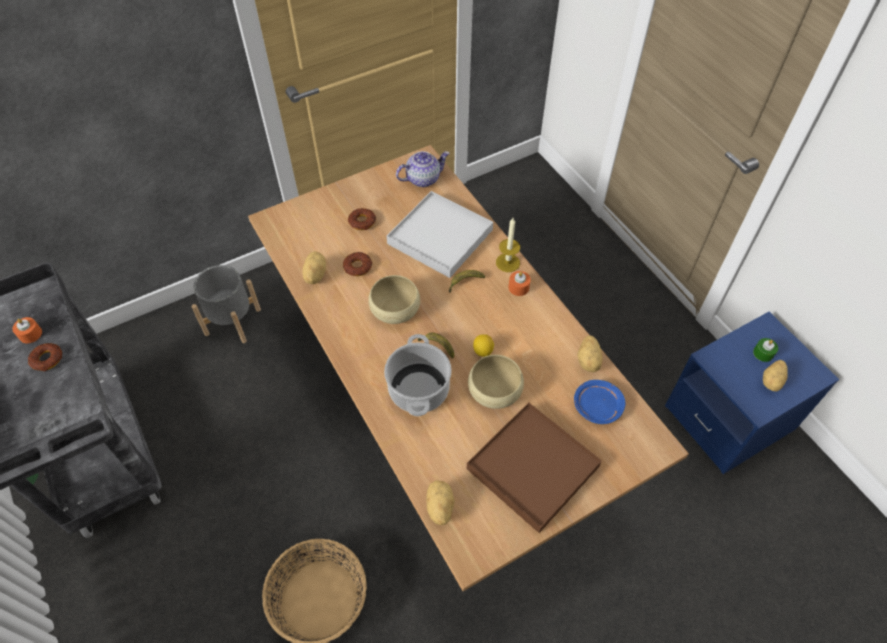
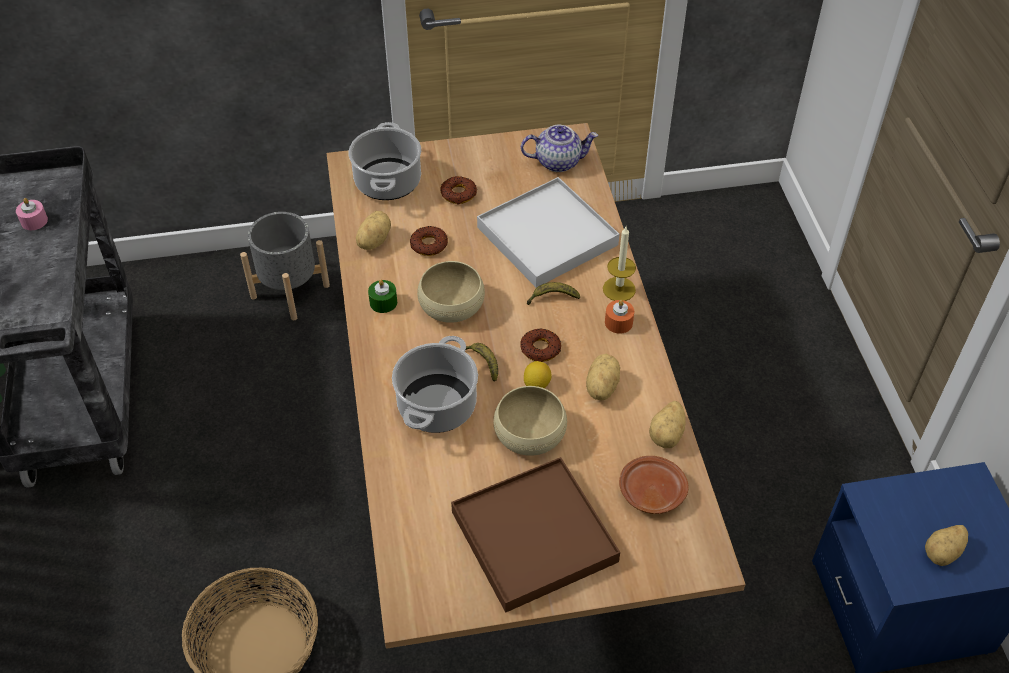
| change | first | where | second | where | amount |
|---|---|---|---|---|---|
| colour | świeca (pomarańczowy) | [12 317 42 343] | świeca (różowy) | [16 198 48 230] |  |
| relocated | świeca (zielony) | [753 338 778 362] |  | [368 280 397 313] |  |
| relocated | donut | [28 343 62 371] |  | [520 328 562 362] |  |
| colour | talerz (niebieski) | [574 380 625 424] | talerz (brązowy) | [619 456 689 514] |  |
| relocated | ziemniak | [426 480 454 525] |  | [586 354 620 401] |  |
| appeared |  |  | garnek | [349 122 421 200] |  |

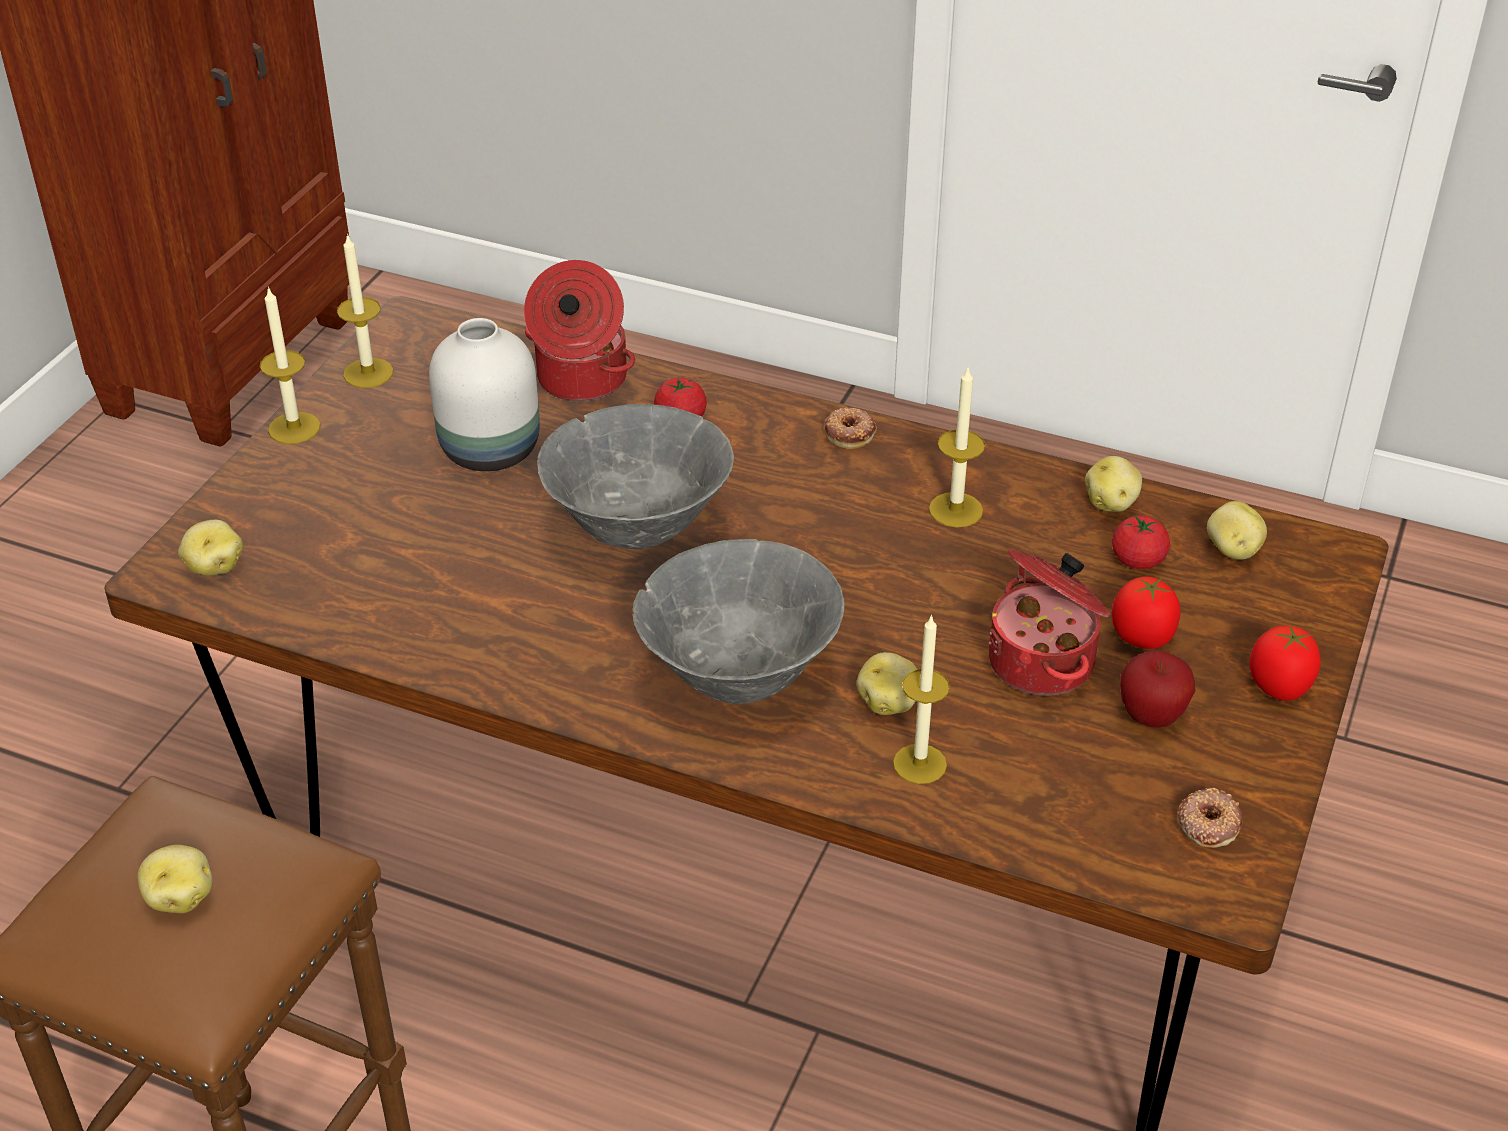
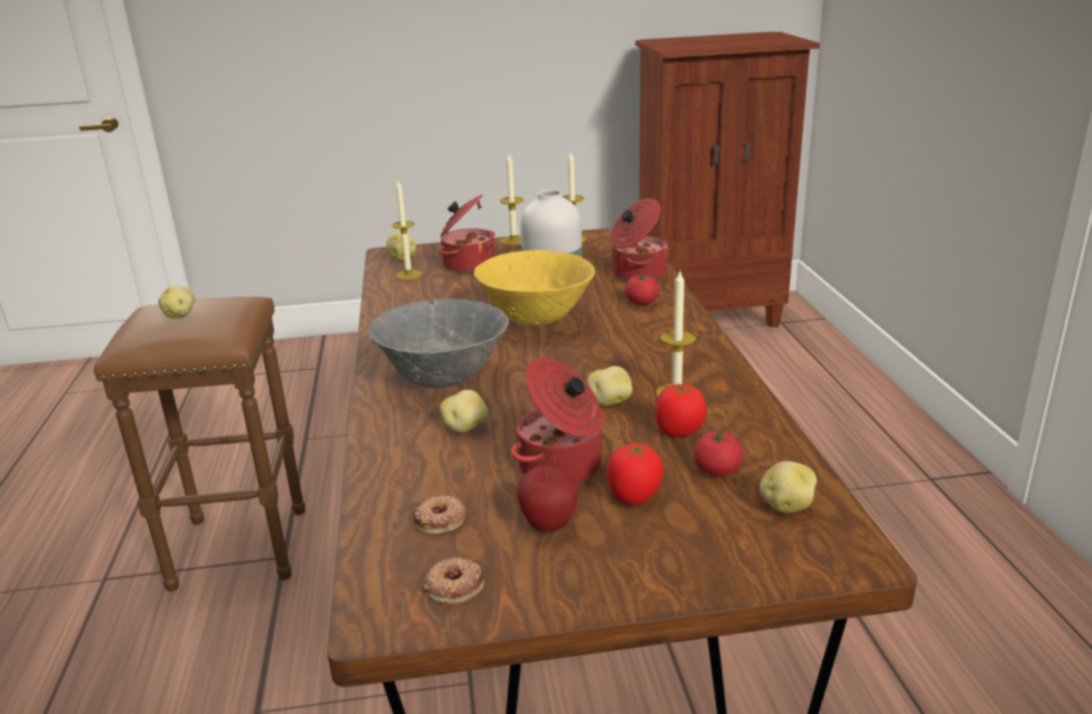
| change | first | where | second | where | amount |
|---|---|---|---|---|---|
| colour | miska (szary) | [537 404 734 549] | miska (żółty) | [474 250 595 326] |  |
| relocated | donut | [824 407 877 449] |  | [413 495 466 534] |  |
| relocated | ziemniak | [1085 456 1142 512] |  | [587 366 633 406] |  |
| relocated | świeca | [893 614 950 784] |  | [392 181 422 280] |  |
| relocated | pomidor | [1249 626 1321 701] |  | [655 384 707 437] |  |
| appeared |  |  | garnek | [438 194 495 273] |  |

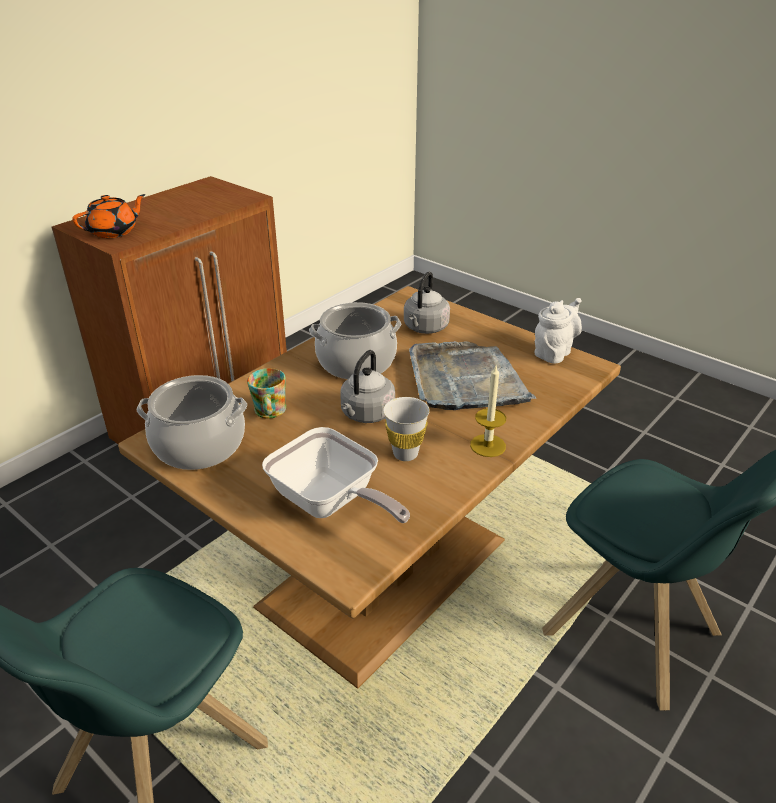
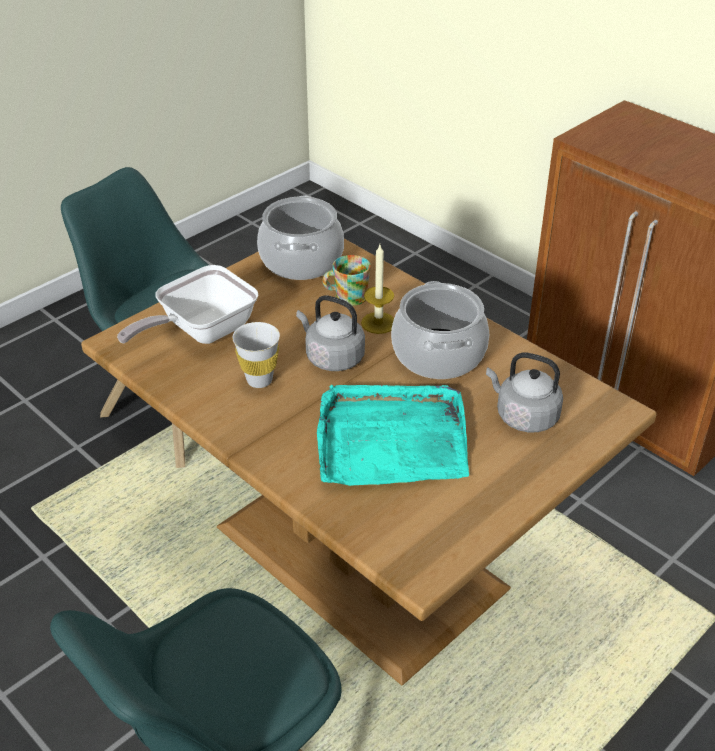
| change | first | where | second | where | amount |
|---|---|---|---|---|---|
| missing | imbryk (pomarańczowy) | [72 194 146 238] |  |  |  |
| missing | imbryk (biały) | [535 298 582 364] |  |  |  |
| colour | taca (szary) | [409 341 537 410] | taca (turkusowy) | [317 385 469 486] |  |
| relocated | świeca | [470 366 506 457] |  | [361 245 394 334] |  |

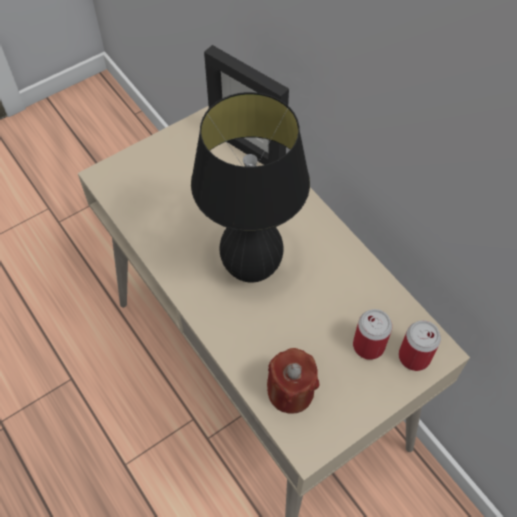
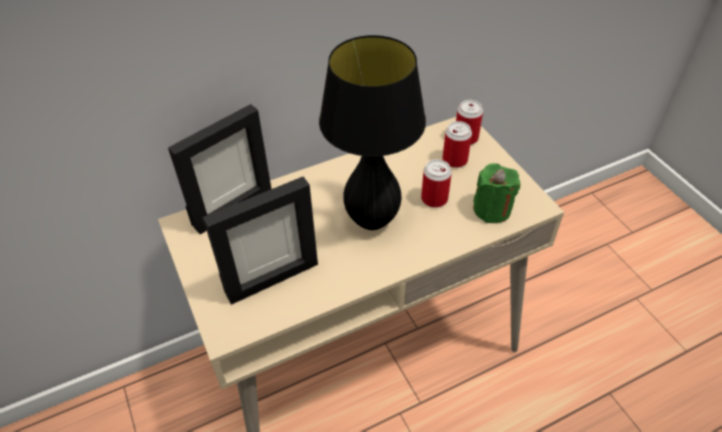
| change | first | where | second | where | amount |
|---|---|---|---|---|---|
| colour | świeca (czerwony) | [267 348 320 414] | świeca (zielony) | [473 163 520 223] |  |
| appeared |  |  | puszka | [421 159 452 208] |  |
| appeared |  |  | ramka na zdjęcie | [203 177 318 305] |  |

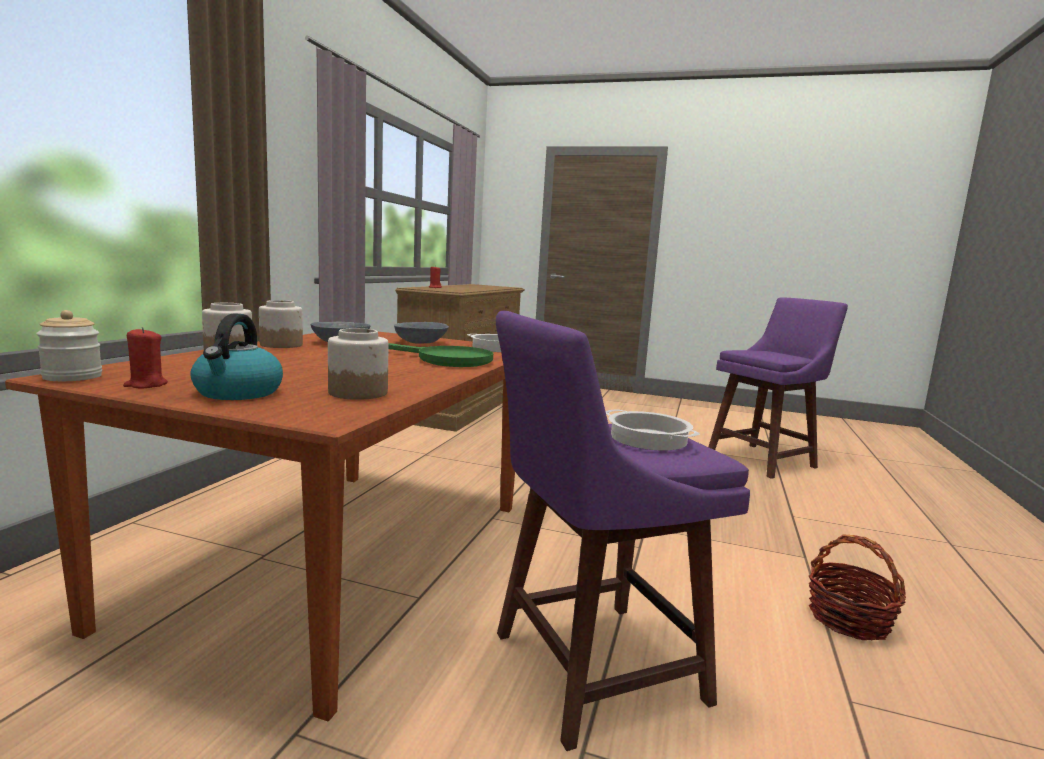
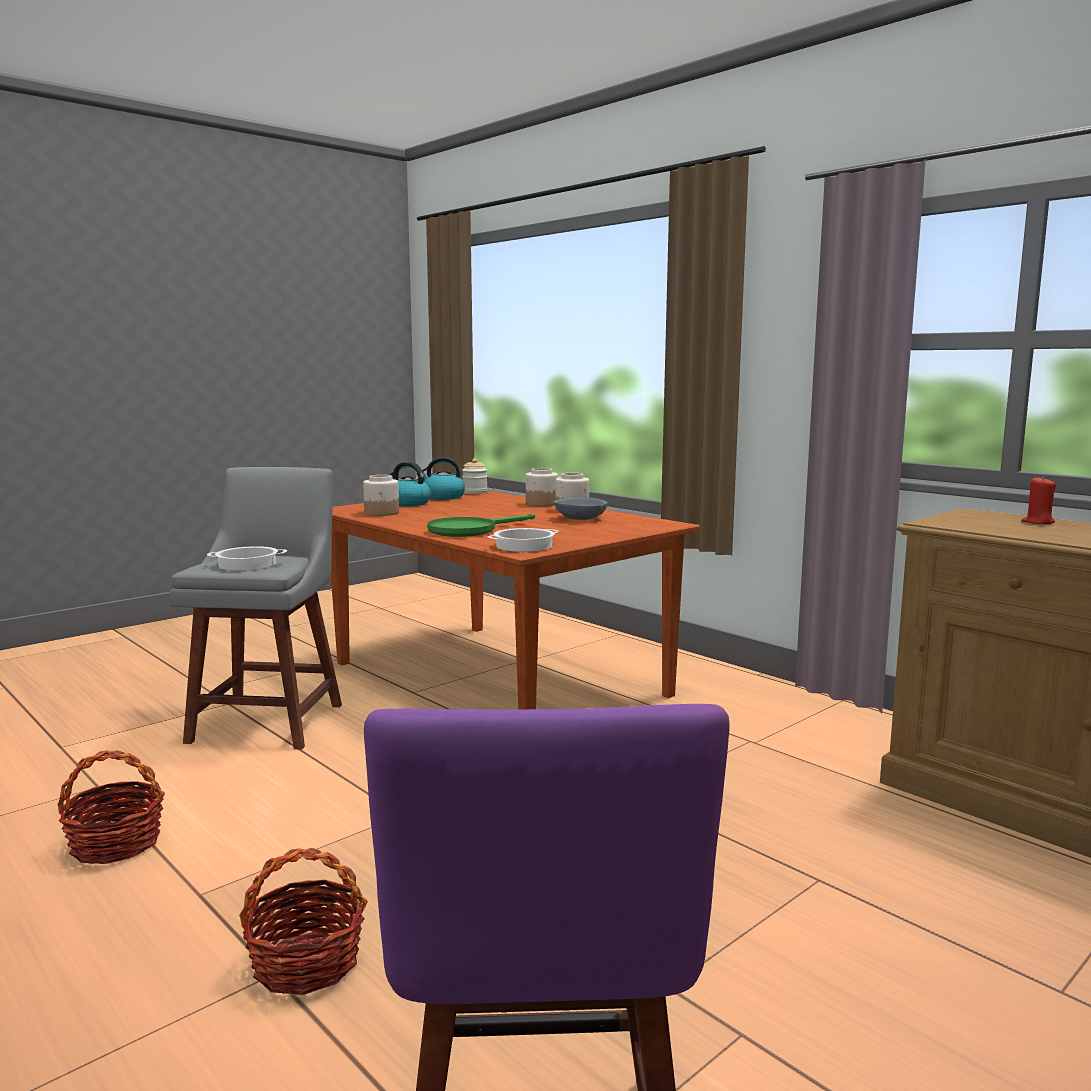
| change | first | where | second | where | amount |
|---|---|---|---|---|---|
| colour | stołek (fioletowy) | [496 311 750 751] | stołek (szary) | [169 467 342 750] |  |
| missing | miska (szary) | [394 322 449 344] |  |  |  |
| exchanged | świeca (czerwony) | [123 327 168 388] | czajnik | [417 457 465 500] |  |
| appeared |  |  | koszyk | [239 848 368 995] |  |

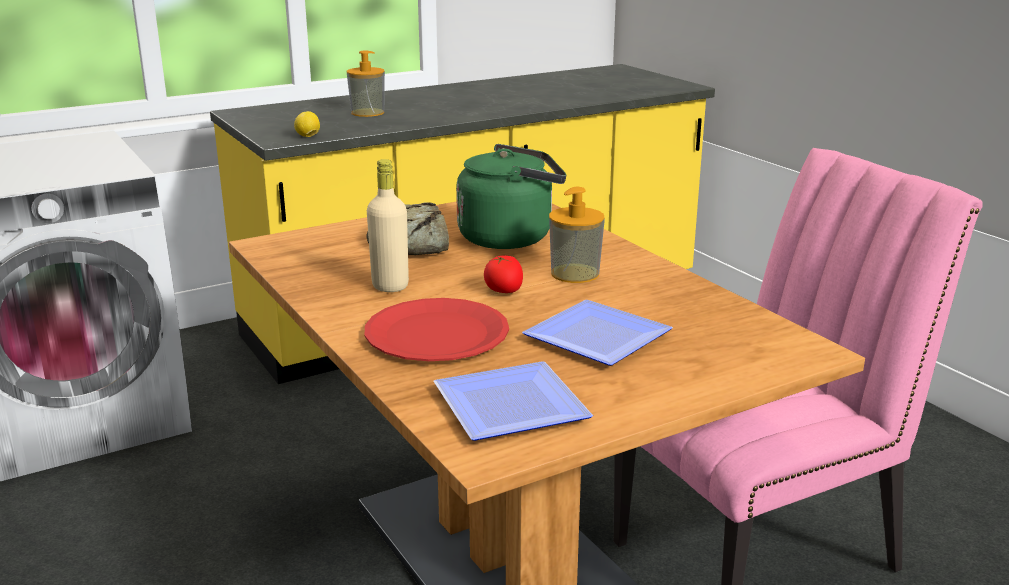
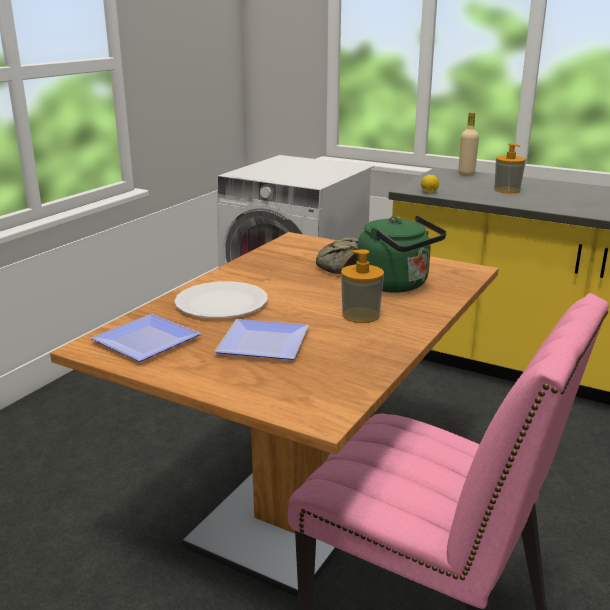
| change | first | where | second | where | amount |
|---|---|---|---|---|---|
| relocated | butelka (beżowy) | [367 159 409 292] |  | [458 112 479 175] |  |
| missing | pomidor | [484 255 523 293] |  |  |  |
| colour | talerz (czerwony) | [365 298 509 361] | talerz (biały) | [174 281 268 318] |  |

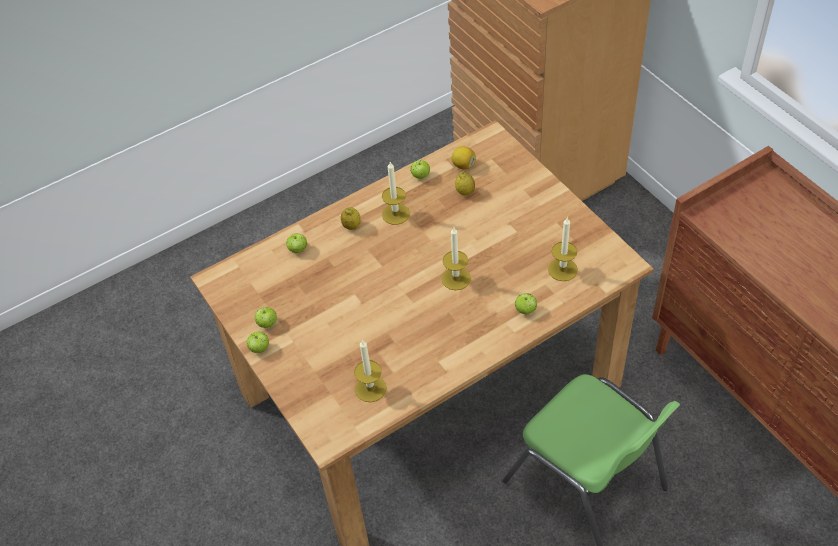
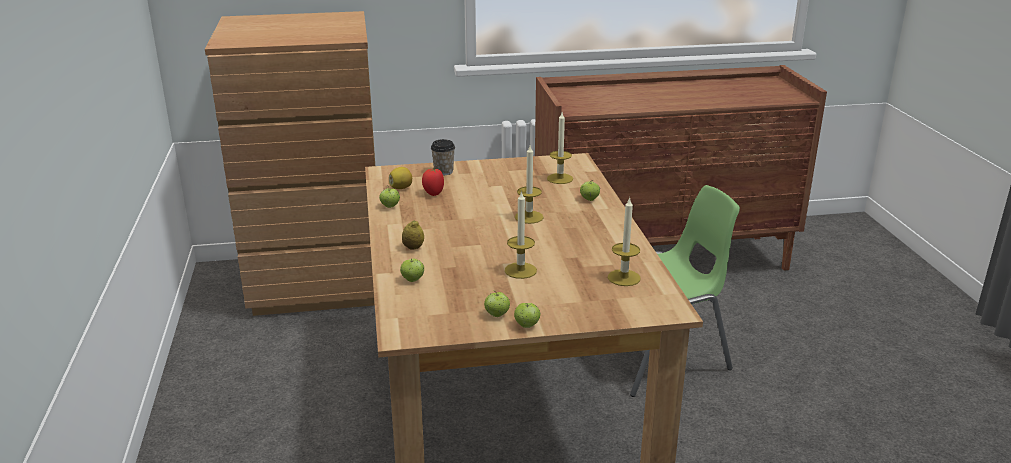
| change | first | where | second | where | amount |
|---|---|---|---|---|---|
| relocated | świeca | [382 162 410 225] |  | [505 190 537 279] |  |
| exchanged | cytryna | [455 171 475 195] | pomidor | [422 168 444 196] |  |
| appeared |  |  | filiżanka | [431 139 455 175] |  |

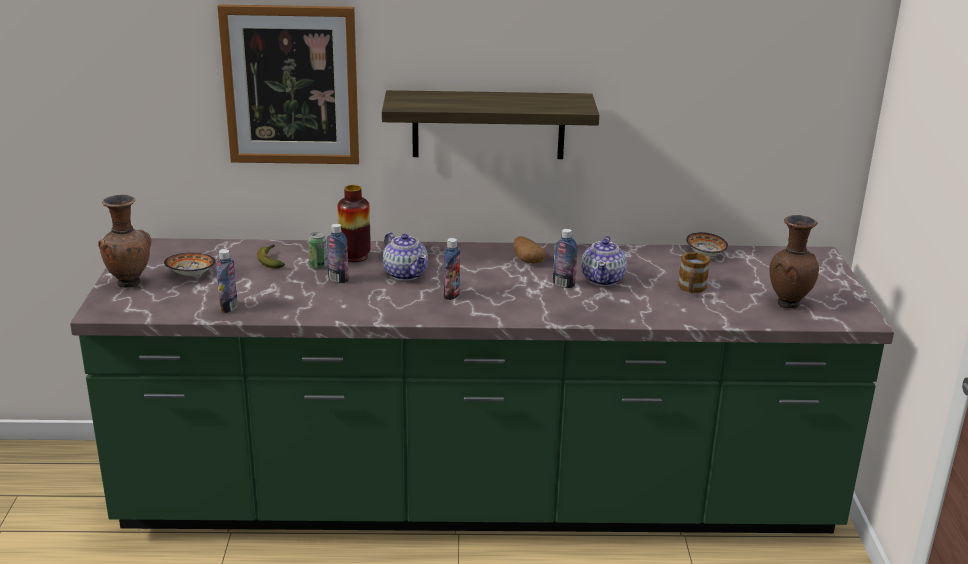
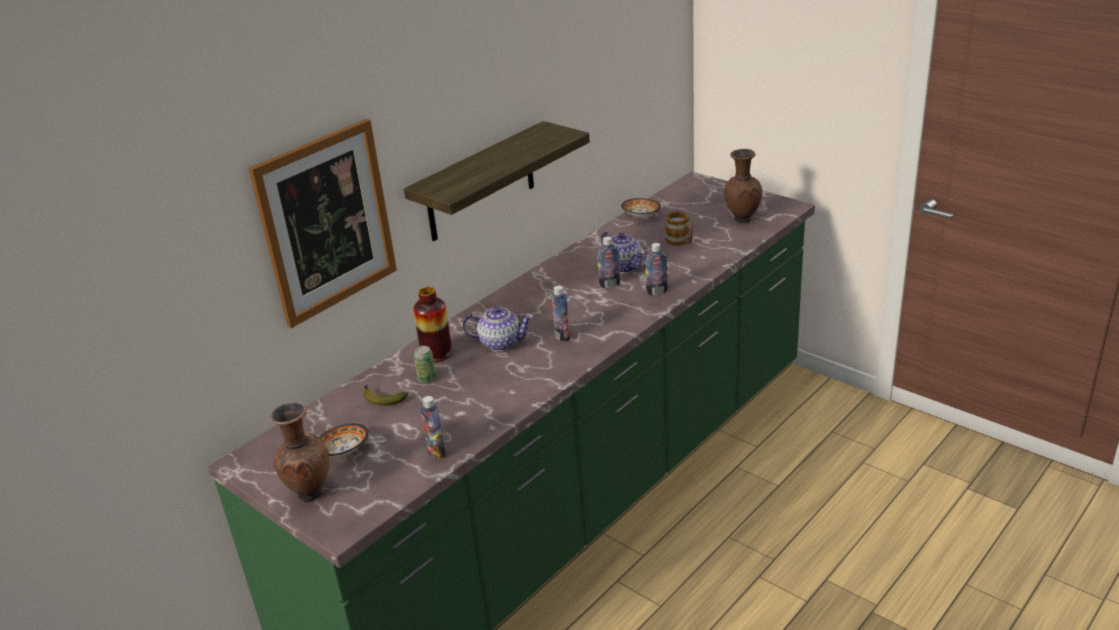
| change | first | where | second | where | amount |
|---|---|---|---|---|---|
| relocated | butelka | [327 224 349 283] |  | [645 243 668 295] |  |
| missing | ziemniak | [513 236 546 264] |  |  |  |

